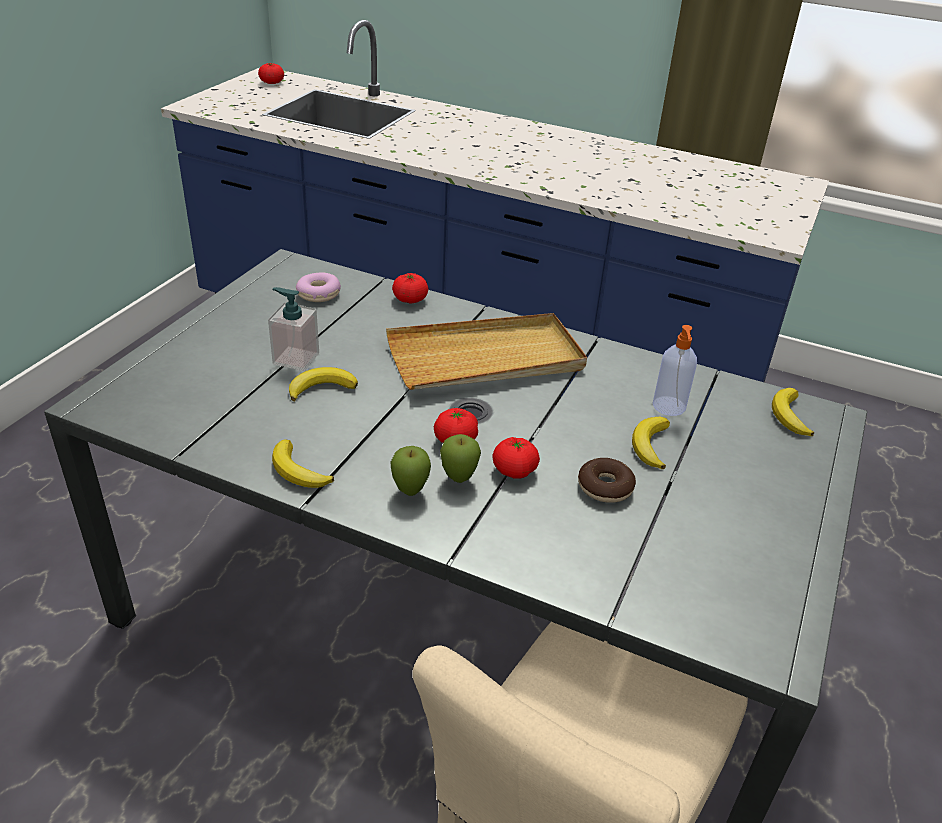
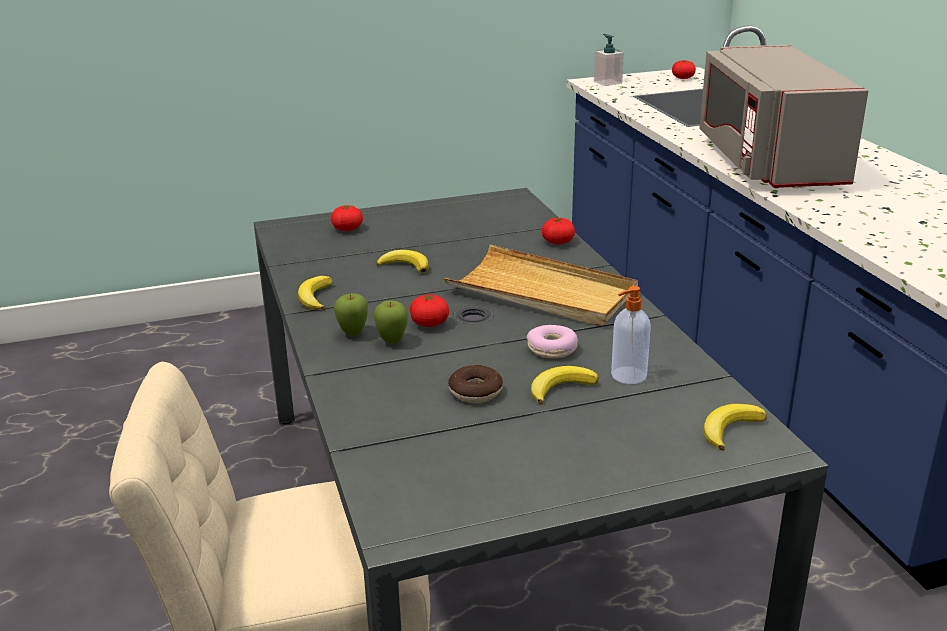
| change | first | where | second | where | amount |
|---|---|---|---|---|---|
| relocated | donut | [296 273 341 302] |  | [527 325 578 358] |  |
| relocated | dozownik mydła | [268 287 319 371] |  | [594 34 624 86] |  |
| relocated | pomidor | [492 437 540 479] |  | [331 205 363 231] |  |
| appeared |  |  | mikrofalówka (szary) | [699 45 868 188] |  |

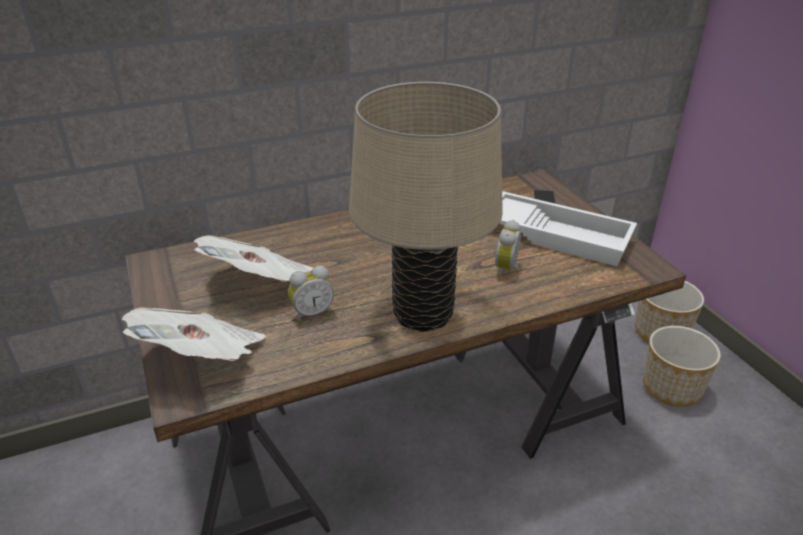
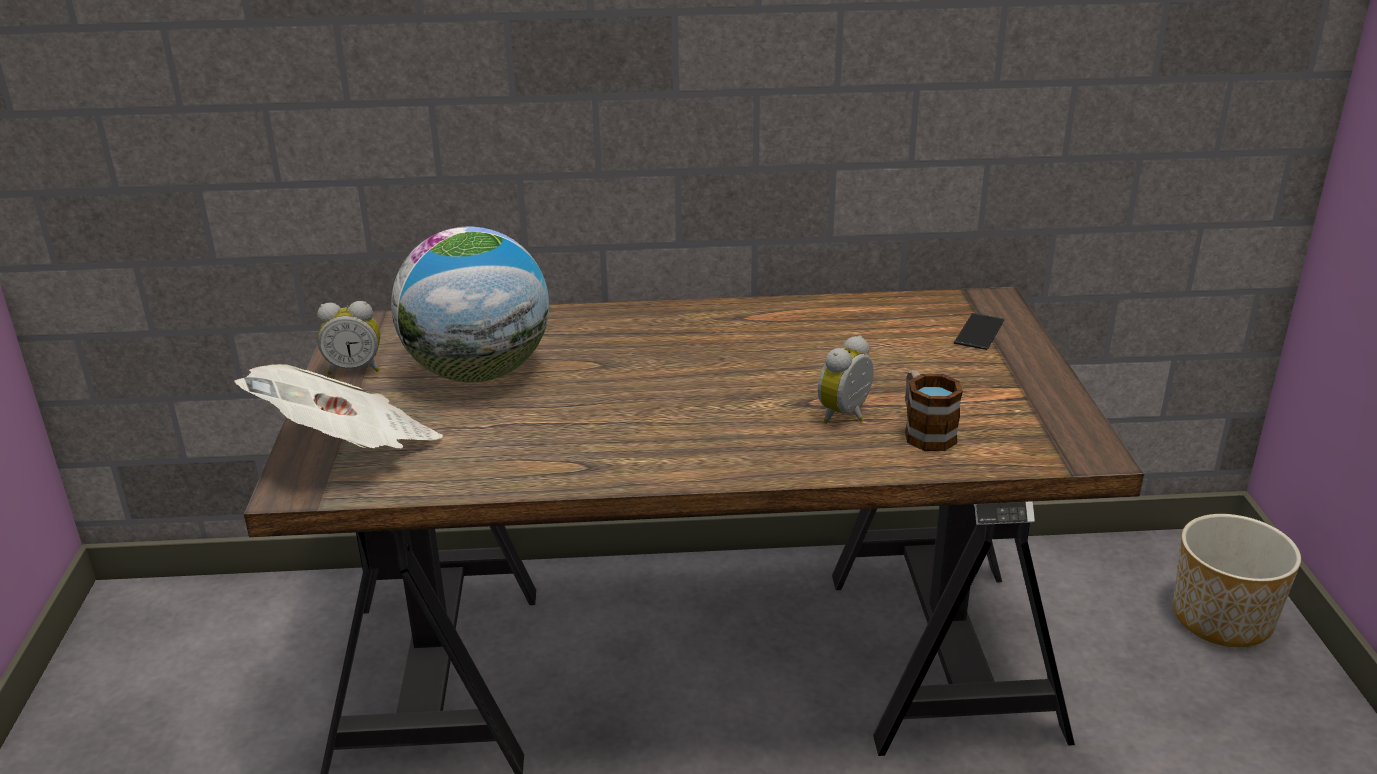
| change | first | where | second | where | amount |
|---|---|---|---|---|---|
| missing | lampa stołowa (beżowy) | [349 82 503 332] |  |  |  |
| missing | taca (biały) | [499 191 637 266] |  |  |  |
| exchanged | gazeta | [193 235 313 282] | globus | [391 227 549 383] |  |
| relocated | budzik | [288 265 334 322] |  | [317 301 380 375] |  |
| missing | donica | [643 326 721 407] |  |  |  |
| appeared |  |  | kubek | [905 370 963 451] |  |

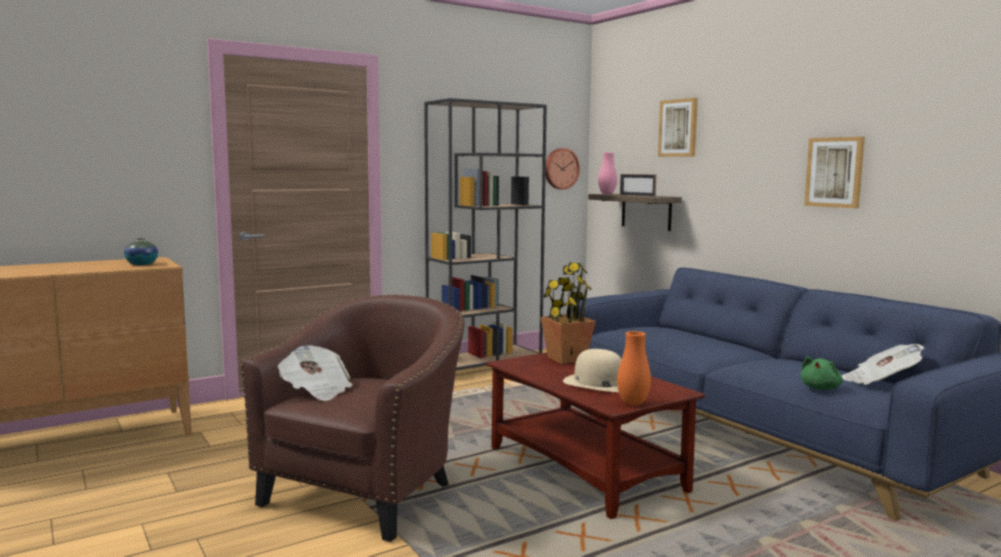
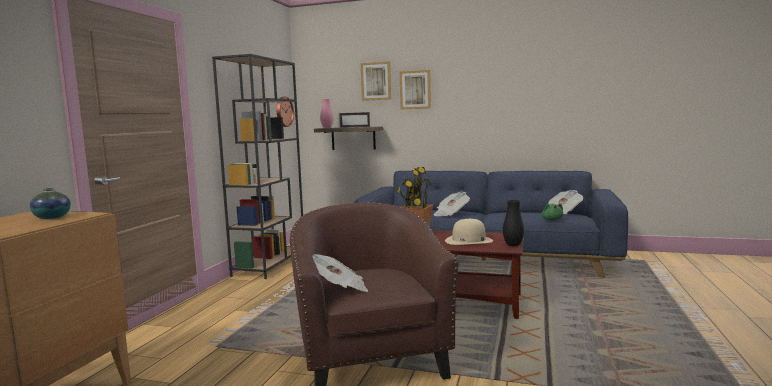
| change | first | where | second | where | amount |
|---|---|---|---|---|---|
| relocated | obraz | [804 137 865 208] |  | [399 70 431 109] |  |
| colour | wazon (pomarańczowy) | [617 331 651 406] | wazon (czarny) | [503 200 524 246] |  |
| appeared |  |  | gazeta | [433 192 470 216] |  |

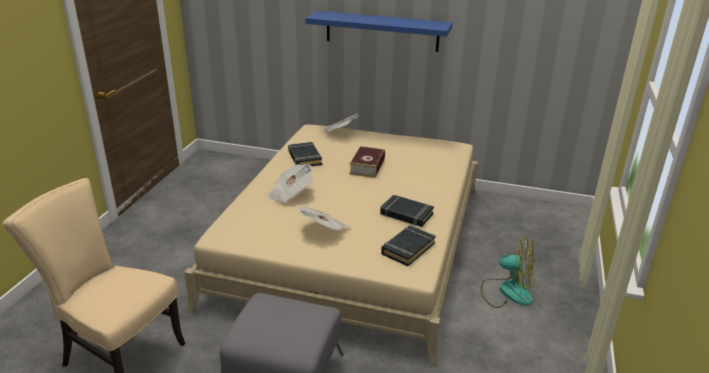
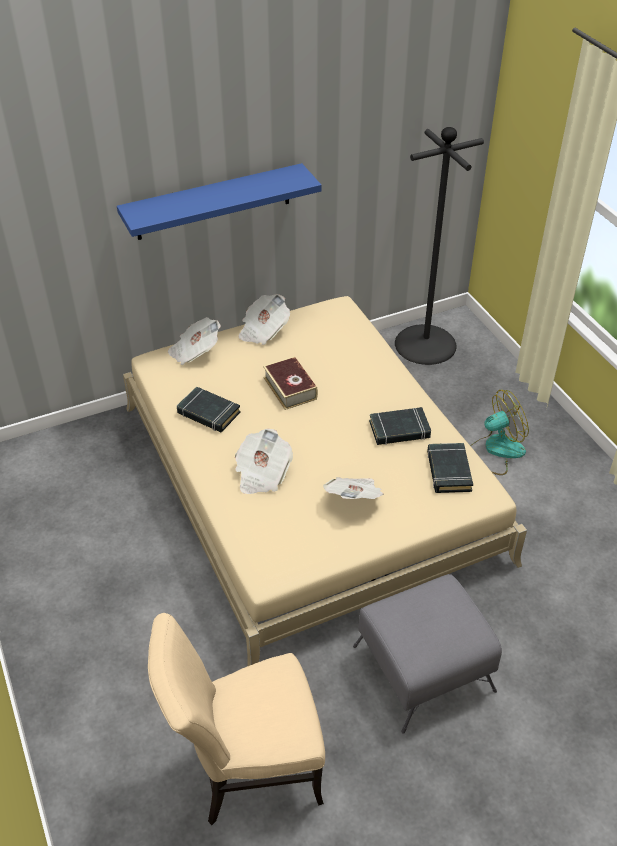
| change | first | where | second | where | amount |
|---|---|---|---|---|---|
| appeared |  |  | wieszak (czarny) | [395 127 484 365] |  |
| appeared |  |  | gazeta | [238 294 290 345] |  |

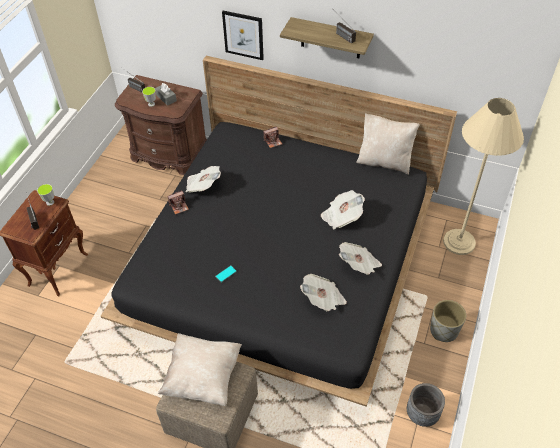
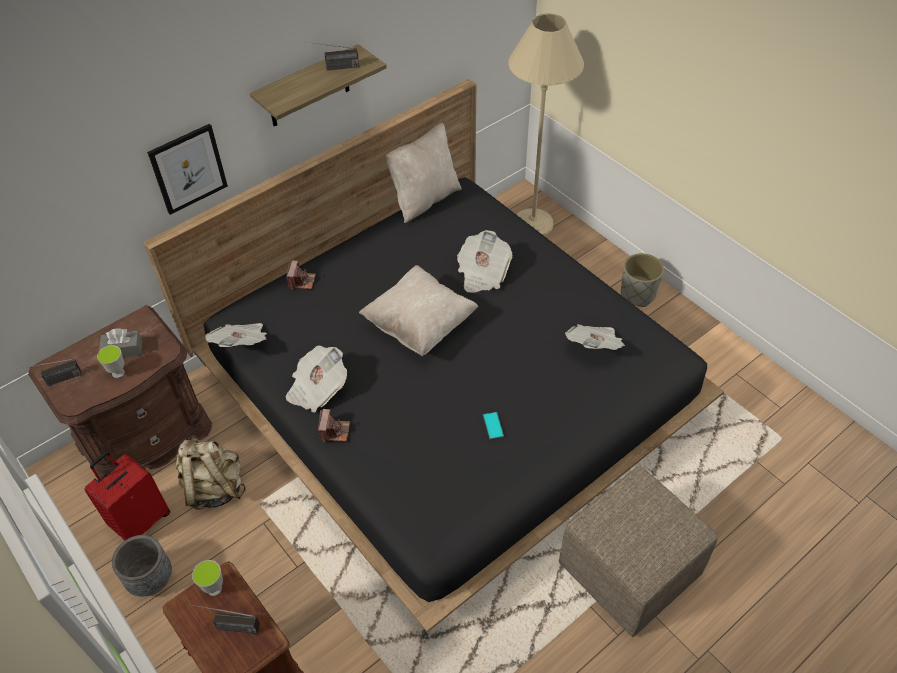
| change | first | where | second | where | amount |
|---|---|---|---|---|---|
| relocated | gazeta | [339 242 382 275] |  | [205 323 267 347] |  |
| relocated | poduszka (beżowy) | [158 333 242 406] |  | [359 265 478 356] |  |
| relocated | donica (szary) | [407 383 445 427] |  | [112 535 172 597] |  |
| appeared |  |  | plecak (beżowy) | [176 437 246 510] |  |
| appeared |  |  | walizka (czerwony) | [84 451 170 540] |  |

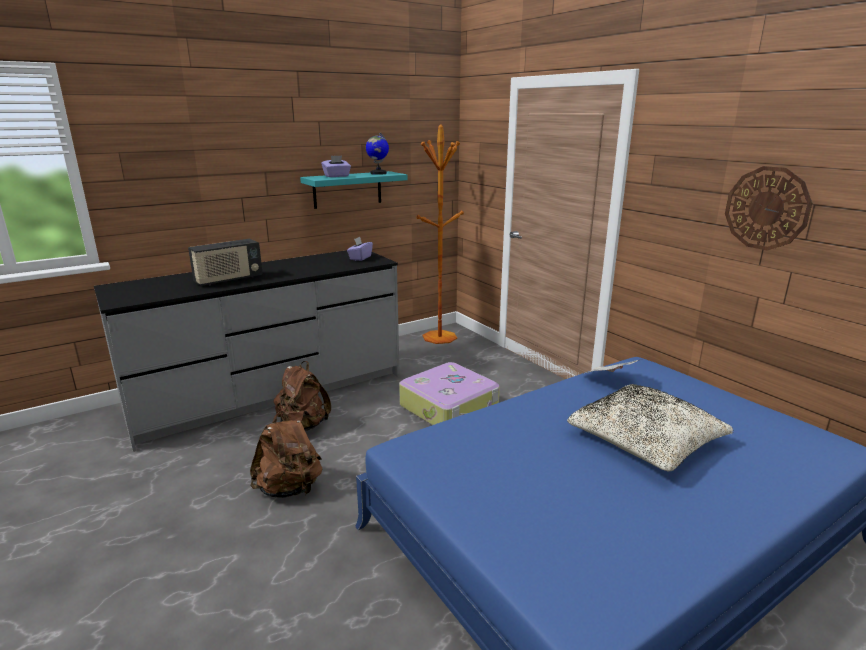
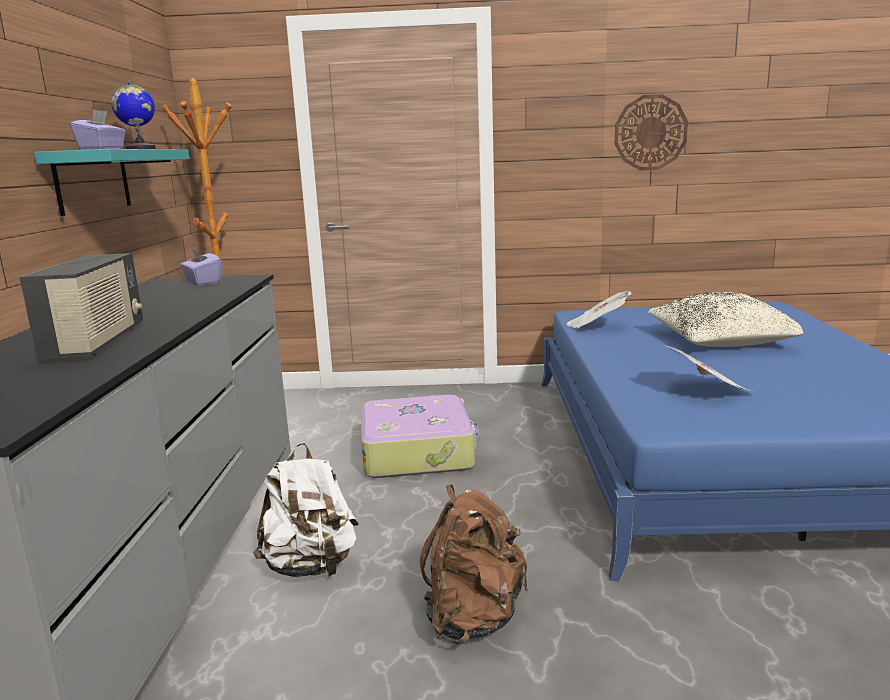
| change | first | where | second | where | amount |
|---|---|---|---|---|---|
| colour | plecak (brązowy) | [274 361 331 431] | plecak (biały) | [253 443 359 577] |  |
| appeared |  |  | gazeta | [664 345 754 392] |  |

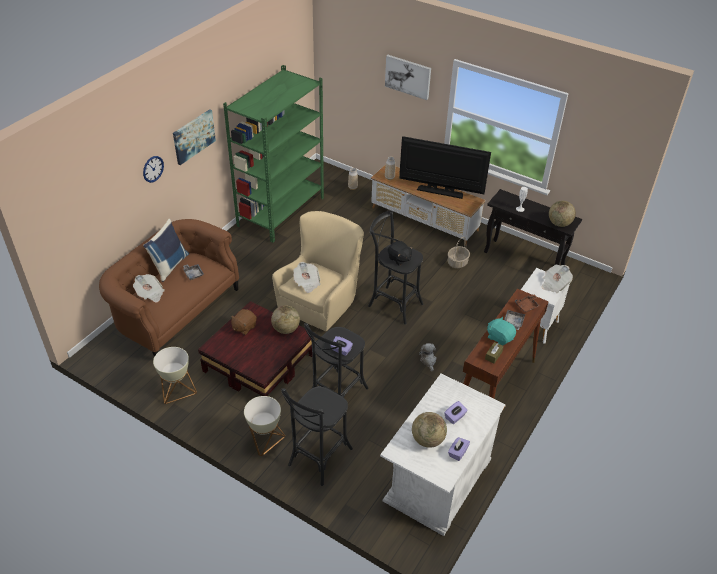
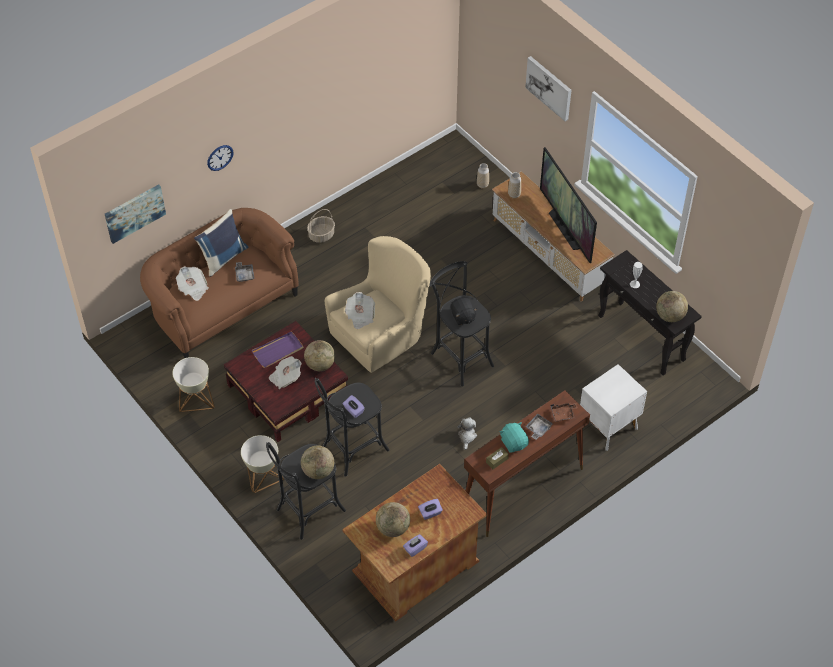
| change | first | where | second | where | amount |
|---|---|---|---|---|---|
| missing | regał (zielony) | [223 65 324 243] |  |  |  |
| relocated | obraz | [173 109 216 165] |  | [105 184 166 244] |  |
| spun | telewizor | [399 136 491 199] |  | [540 147 597 263] | 150 degrees counterclockwise |
| relocated | koszyk | [448 237 470 268] |  | [307 209 335 243] |  |
| relocated | gazeta | [541 264 573 293] |  | [269 356 302 389] |  |
| exchanged | pluszak (brązowy) | [230 309 257 335] | taca (fioletowy) | [252 331 303 368] |  |
| colour | szafka (biały) | [380 373 506 536] | szafka (brązowy) | [342 464 487 622] |  |
| appeared |  |  | globus | [301 445 334 479] |  |

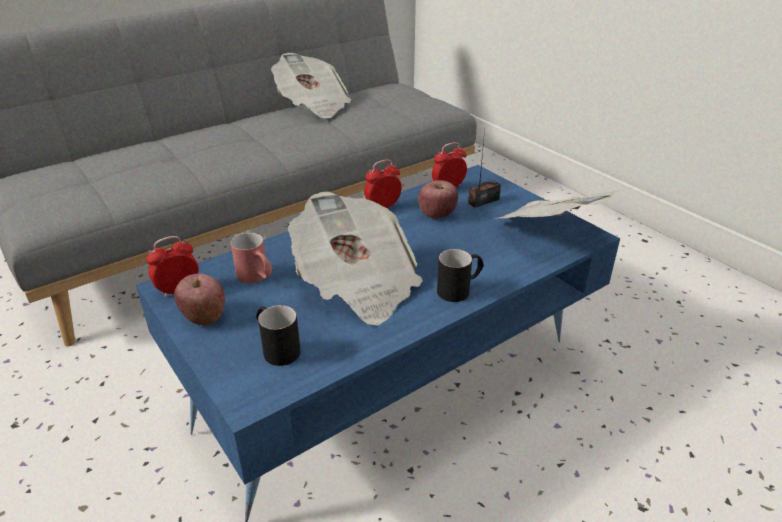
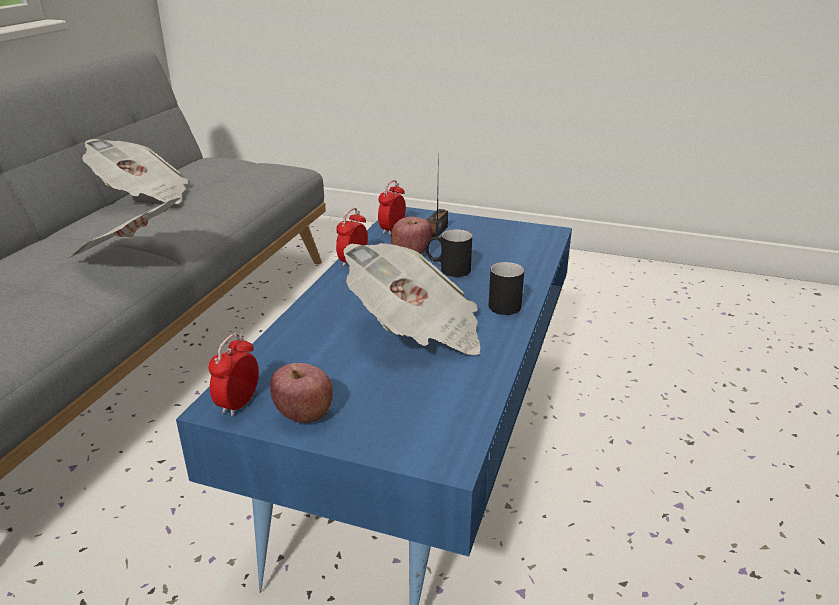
| change | first | where | second | where | amount |
|---|---|---|---|---|---|
| relocated | gazeta | [495 190 622 219] |  | [69 198 180 258] |  |
| missing | kubek (czerwony) | [231 233 272 284] |  |  |  |
| relocated | kubek (czarny) | [256 305 301 366] |  | [425 229 472 277] |  |

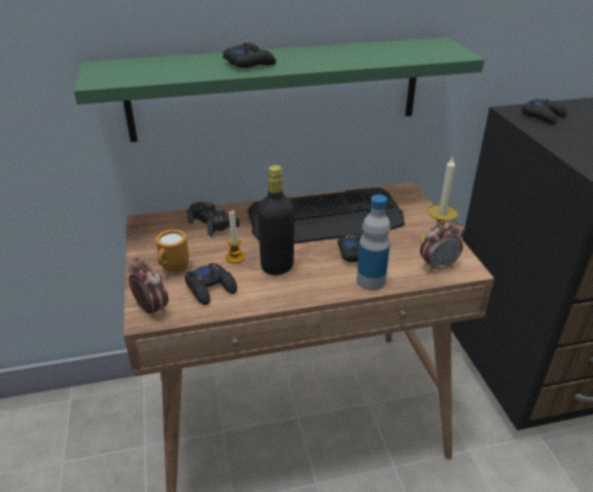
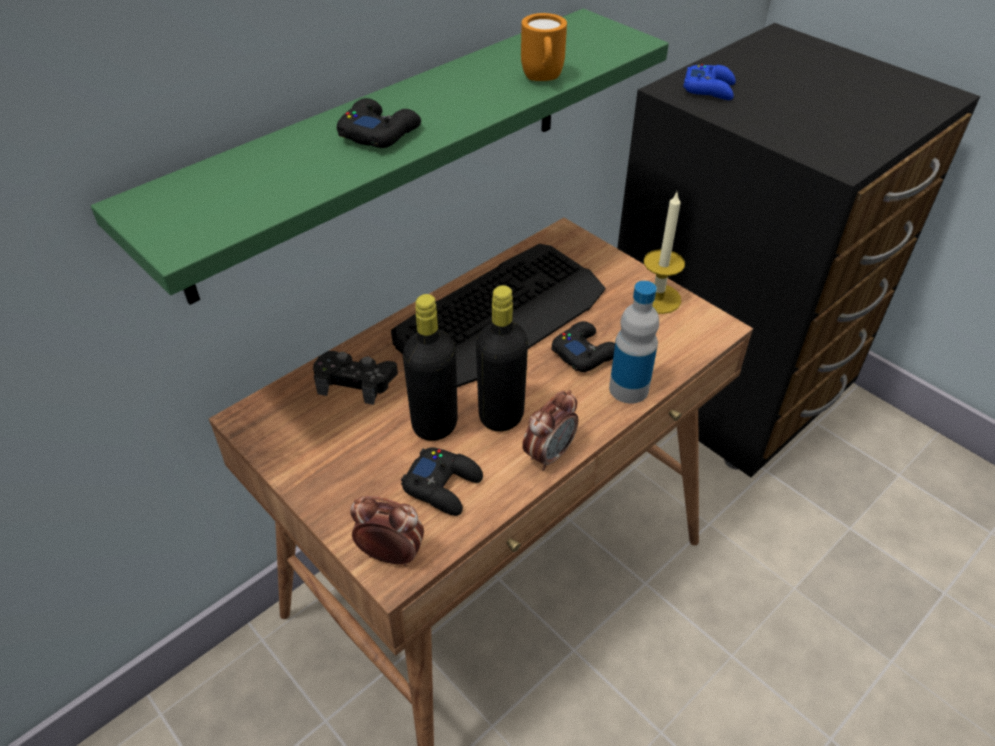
| change | first | where | second | where | amount |
|---|---|---|---|---|---|
| colour | pad do gier (czarny) | [521 99 568 125] | pad do gier (niebieski) | [683 64 736 100] |  |
| exchanged | świeca | [226 210 245 263] | butelka (czarny) | [403 294 458 441] |  |
| relocated | budzik | [420 219 464 272] |  | [522 390 578 471] |  |
| relocated | kubek (pomarańczowy) | [156 229 189 273] |  | [521 13 567 81] |  |

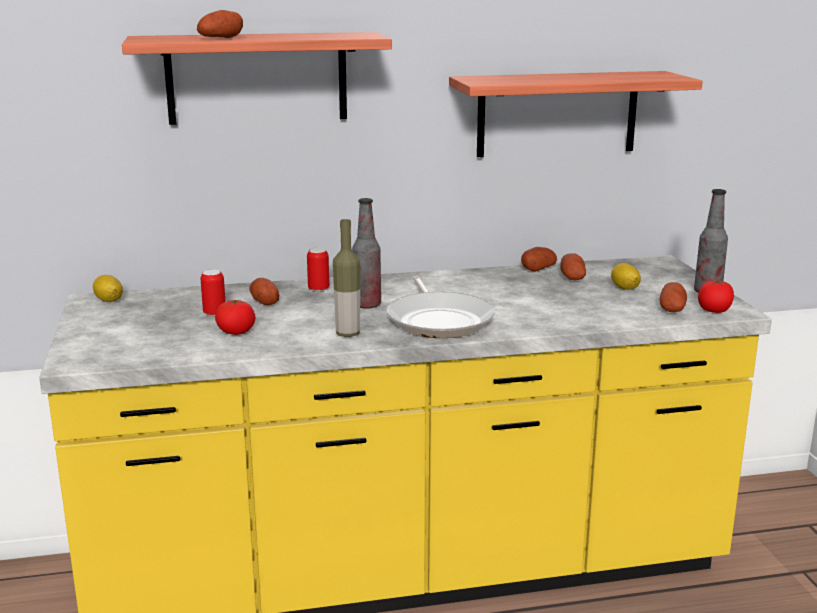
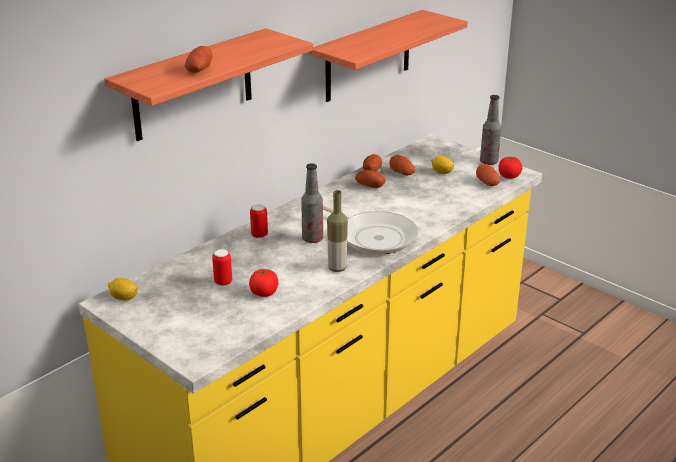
| change | first | where | second | where | amount |
|---|---|---|---|---|---|
| relocated | ziemniak | [250 278 279 305] |  | [355 170 386 188] |  |

